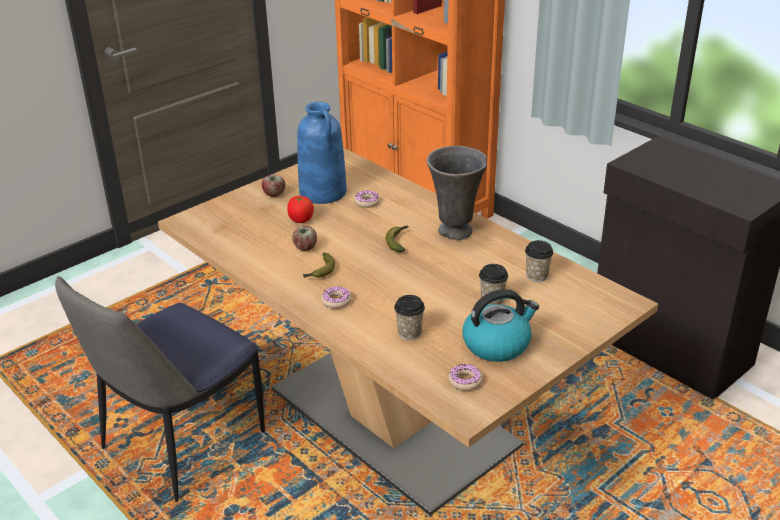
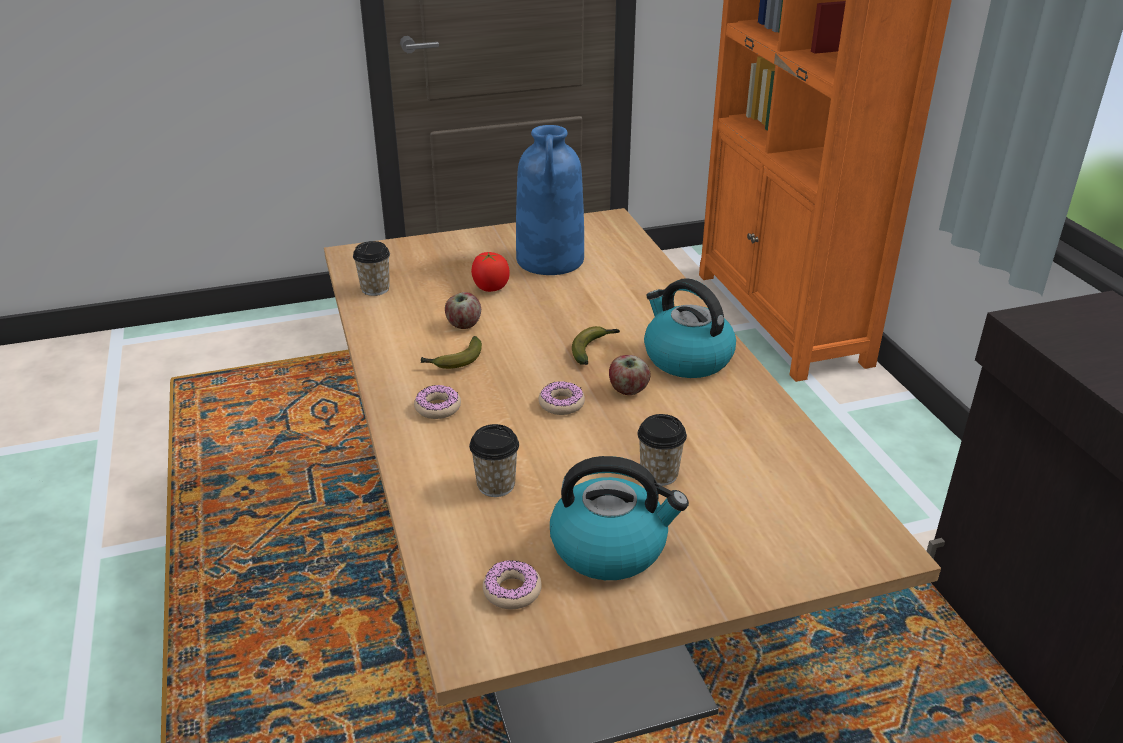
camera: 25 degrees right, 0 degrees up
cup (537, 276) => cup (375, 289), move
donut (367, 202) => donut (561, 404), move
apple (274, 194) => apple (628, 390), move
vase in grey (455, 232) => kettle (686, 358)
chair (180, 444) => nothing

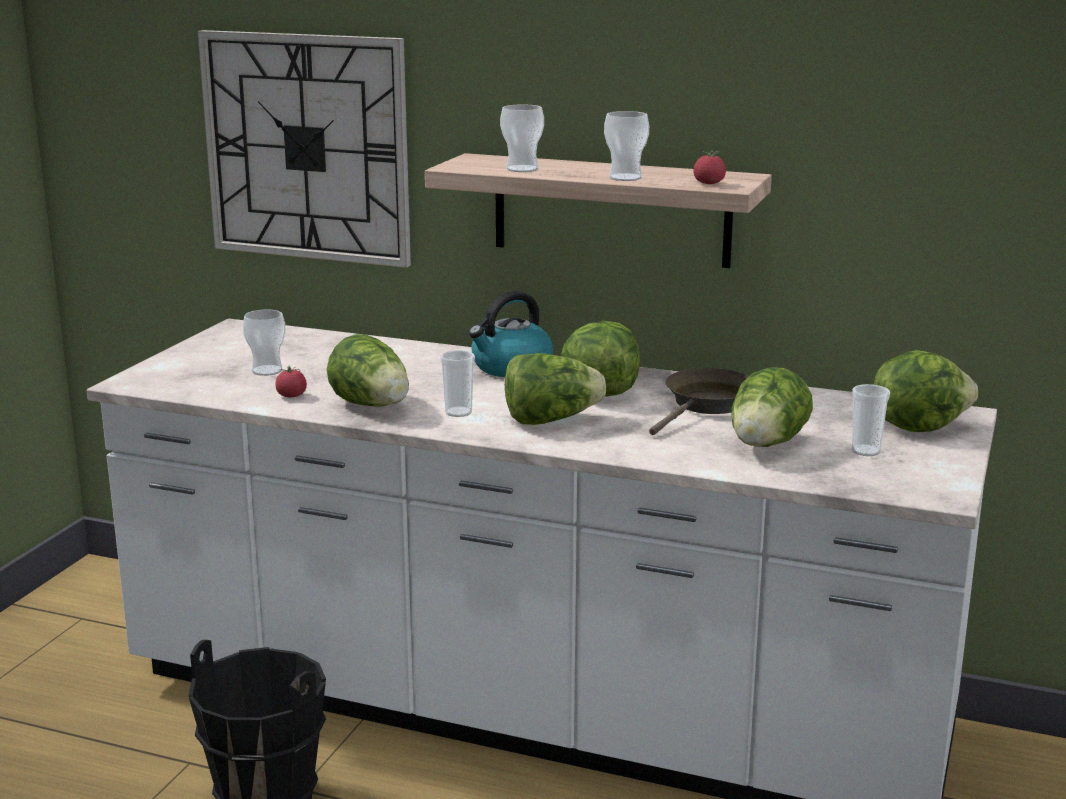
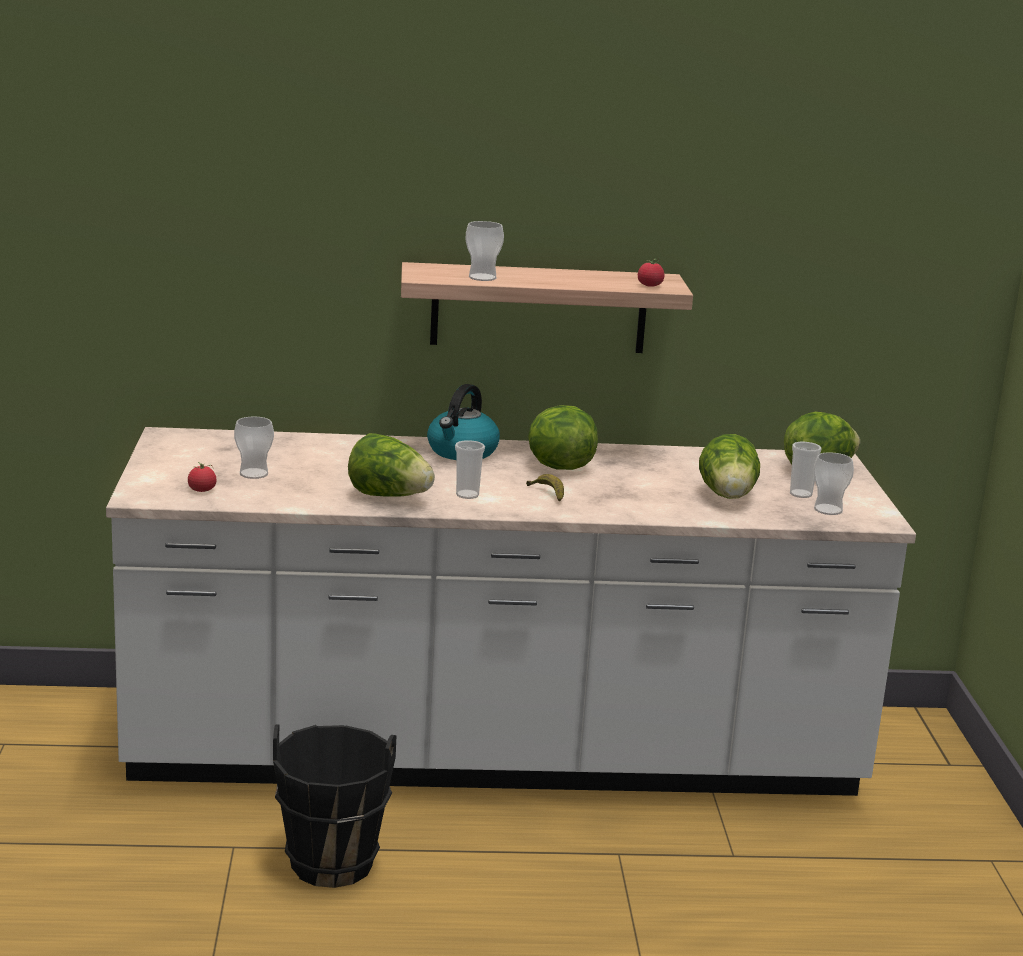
camera: 25 degrees left, 0 degrees up
tomato (291, 396) => tomato (202, 490), move
lettuce (550, 420) => banana (548, 494)
cup (625, 177) => cup (828, 510), move
wall clock (307, 147) => nothing
frying pan in brown (707, 405) => nothing

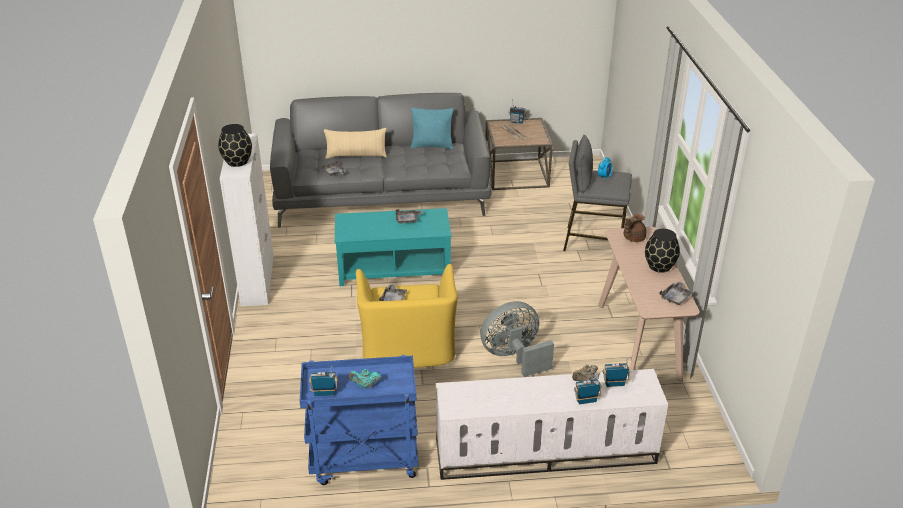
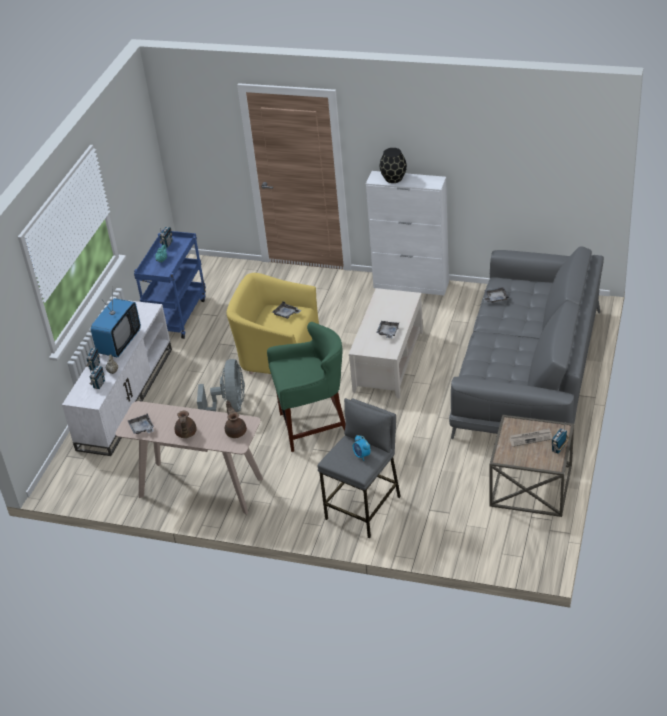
camera: 115 degrees right, 5 degrees up
nothing => television (119, 343)
vase in black (660, 266) => teapot in brown (186, 434)
nothing => stool in green (313, 426)
coffee table in turquoise (394, 268) => coffee table in beige (388, 361)
pillow in beige (356, 155) => nothing
pillow in turquoise (432, 146) => nothing

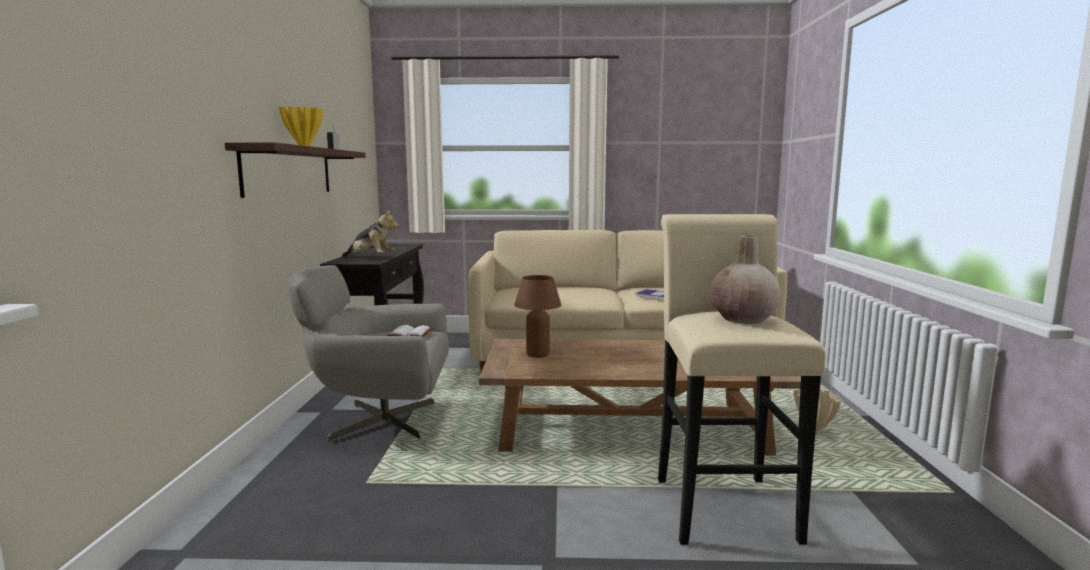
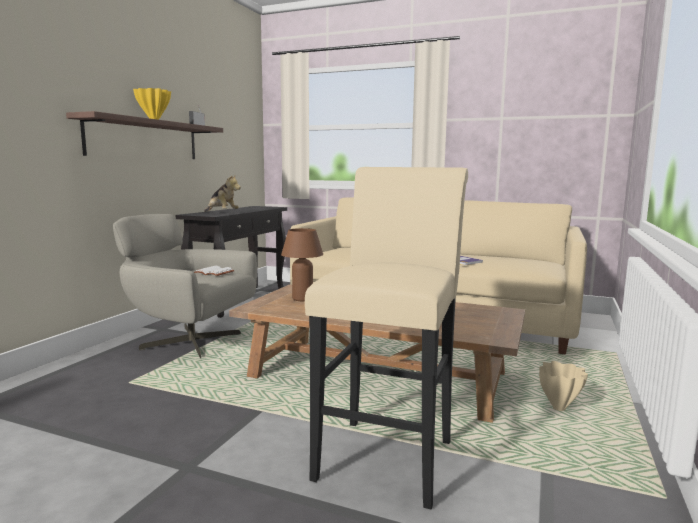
camera: 20 degrees right, 0 degrees up
vase in beige (743, 319) => nothing

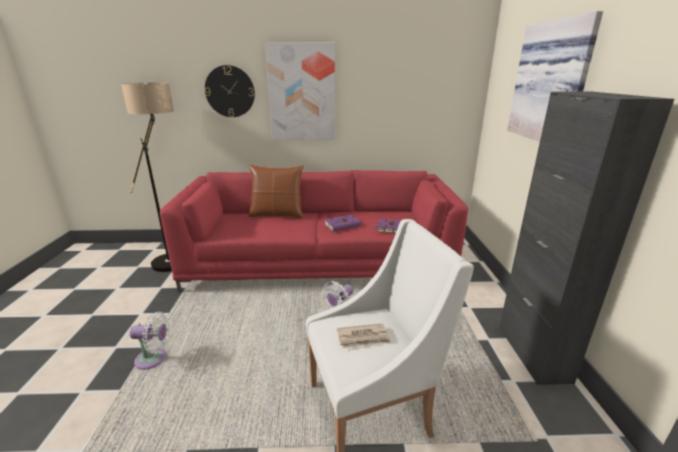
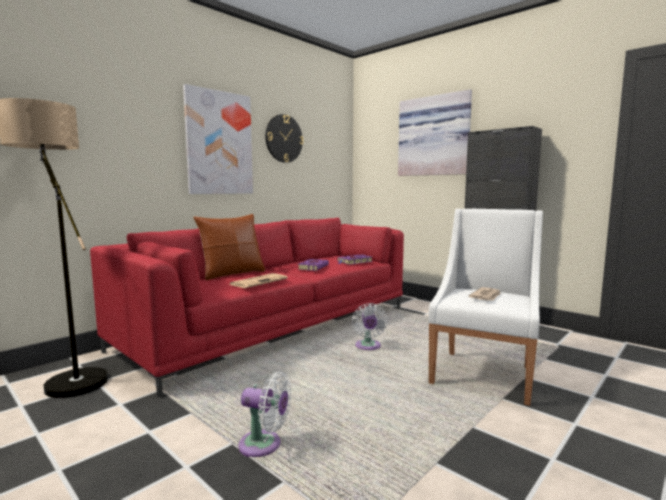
camera: 45 degrees left, 15 degrees down
nothing => newspaper (259, 281)
fan in white (154, 359) => fan in white (264, 445), 60 degrees clockwise
wall clock (230, 91) => wall clock (284, 138), move

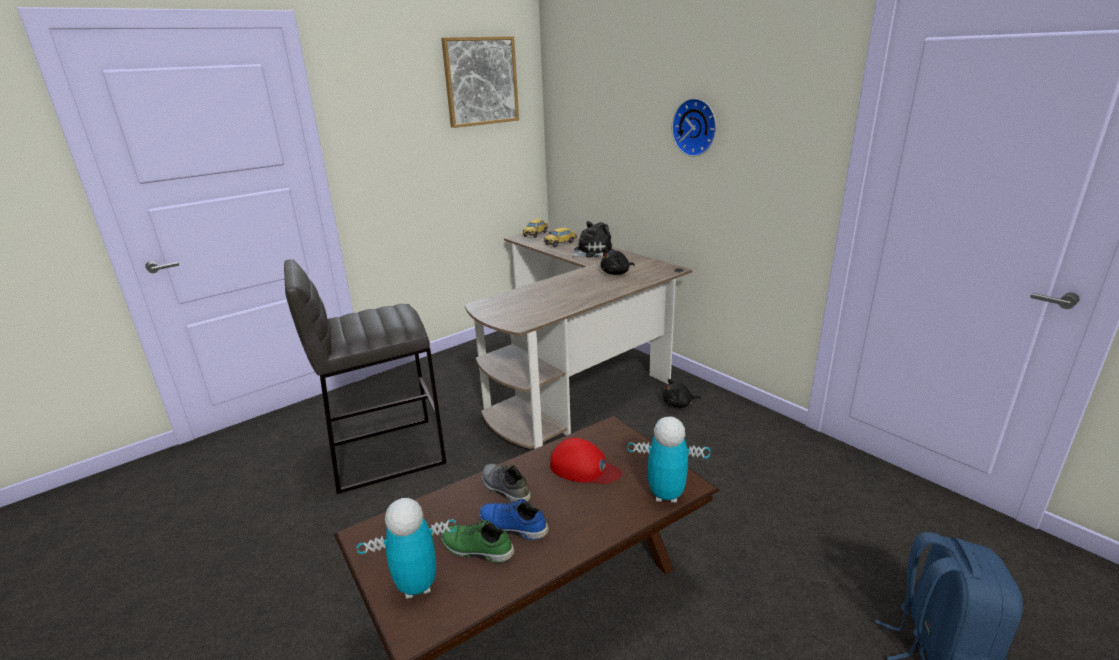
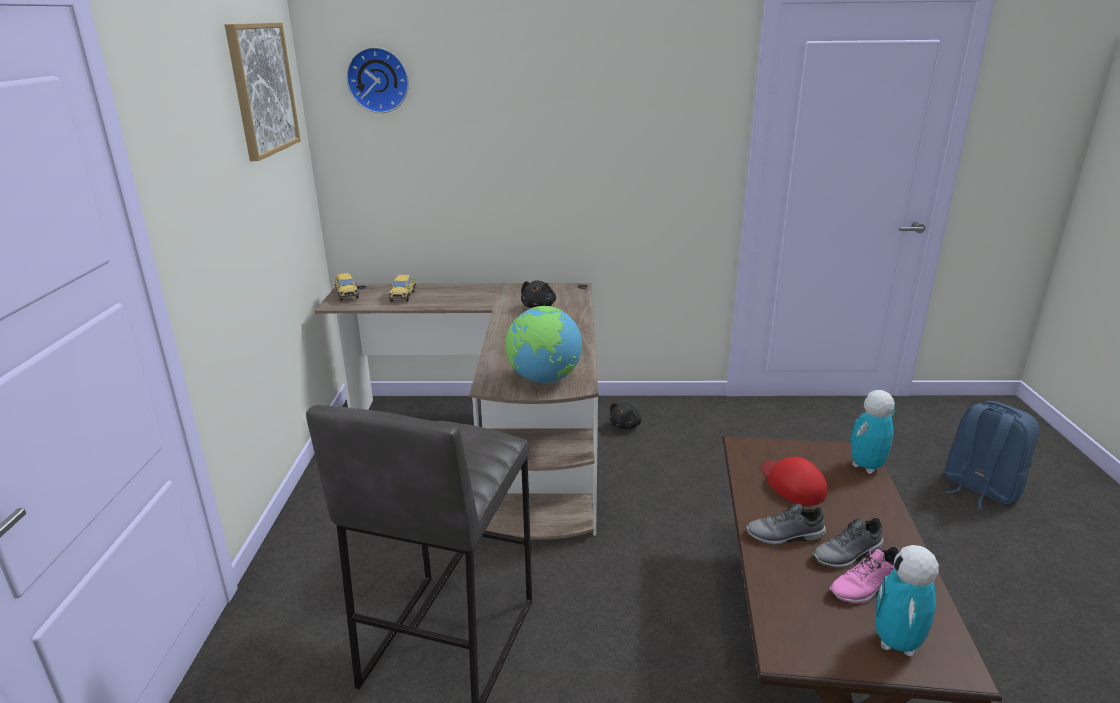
camera: 50 degrees left, 0 degrees up
wall clock (696, 127) => wall clock (378, 80), move
nothing => globe (544, 379)
cap in red (584, 468) => cap in red (792, 484), 90 degrees counterclockwise
shoe in blue (512, 527) => shoe in grey (848, 555)
shoe in green (476, 550) => shoe in pink (866, 587)
plush toy (591, 252) => nothing

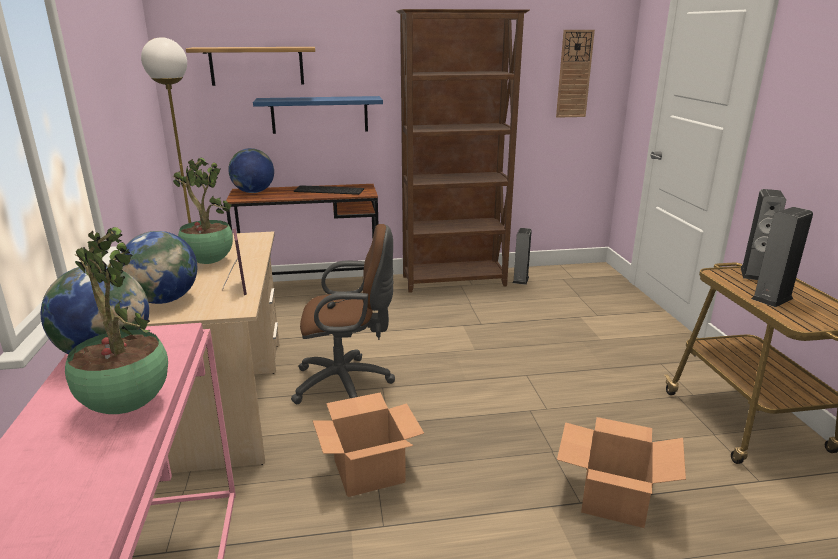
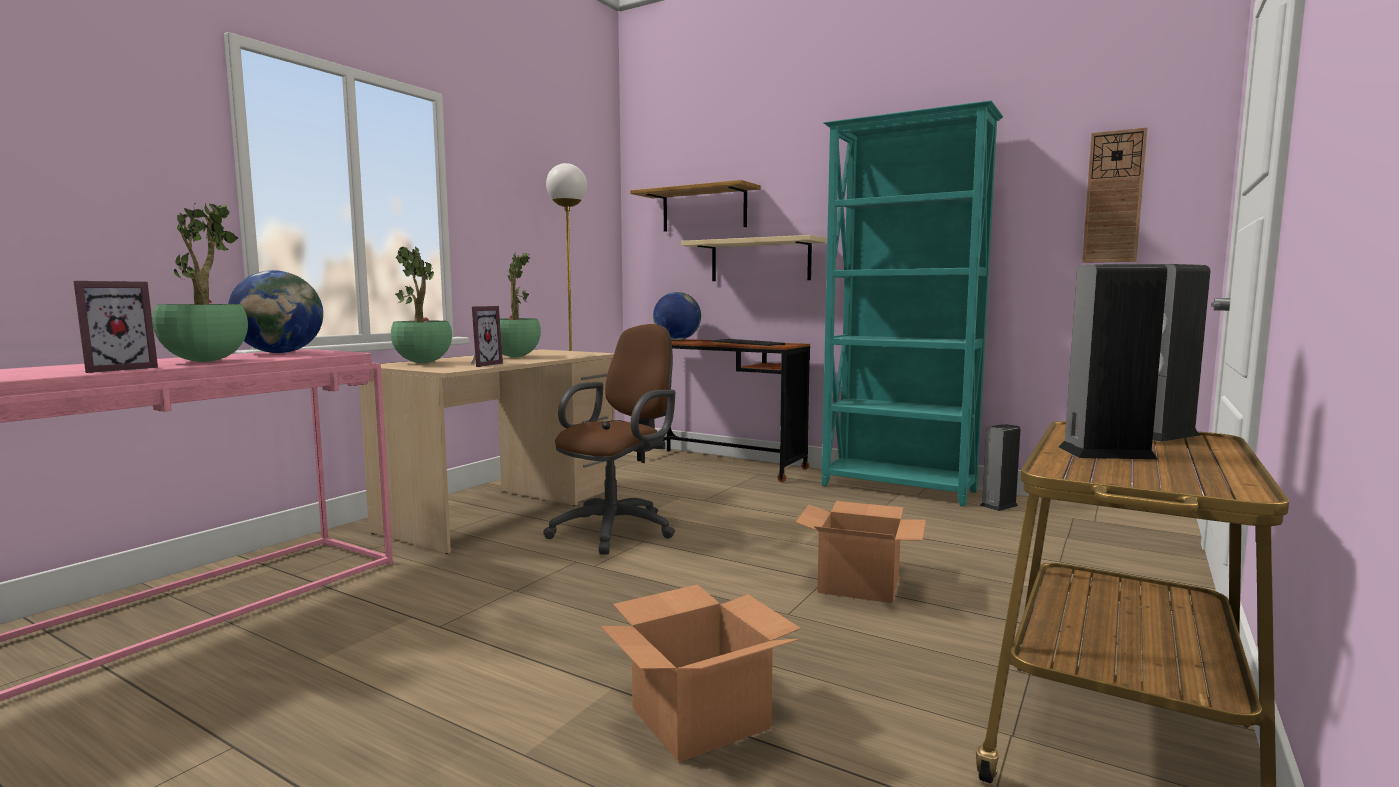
camera: 40 degrees right, 15 degrees down
nothing => picture frame (116, 369)
globe (164, 300) => potted plant (424, 363)
office chair in brown (347, 384) => office chair in brown (618, 529), 90 degrees counterclockwise
shelf in blue (319, 114) => shelf in beige (760, 260)
cardboard box (368, 472) => cardboard box (857, 585), move
bookcase in brown (455, 281) => bookcase in turquoise (898, 489)

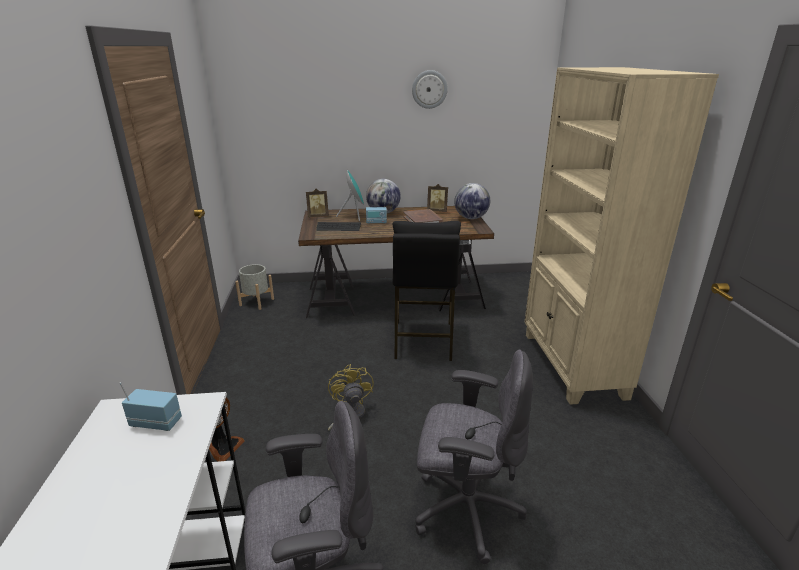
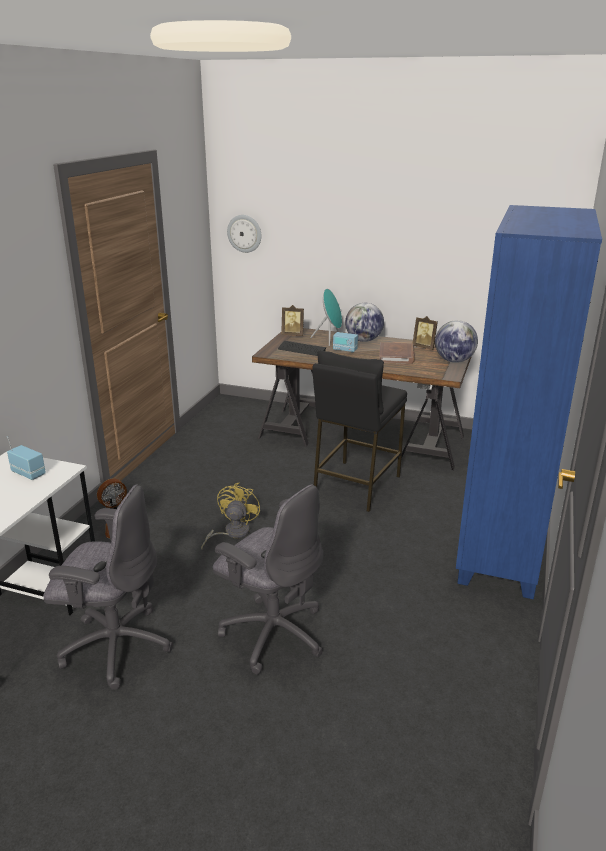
camera: 25 degrees right, 0 degrees up
wall clock (429, 89) => wall clock (244, 233), move
bookcase in beige (572, 365) => bookcase in blue (499, 549)
planter in grey (256, 302) => nothing

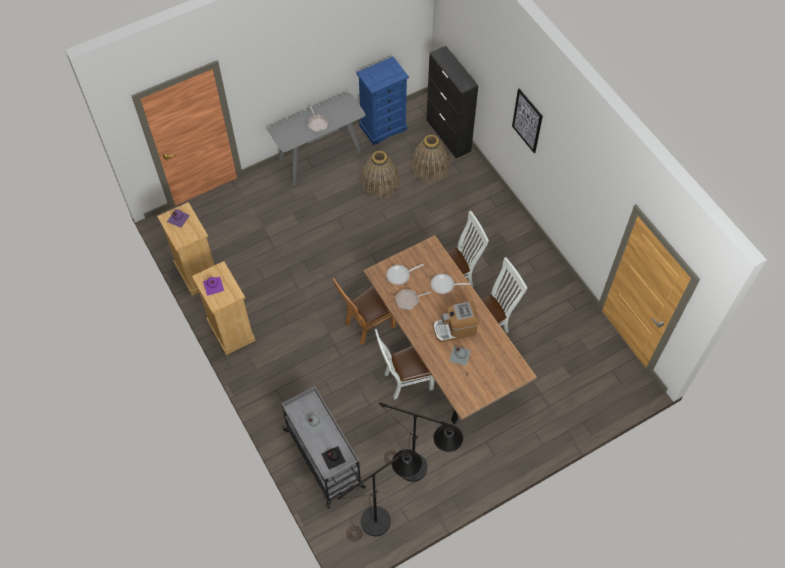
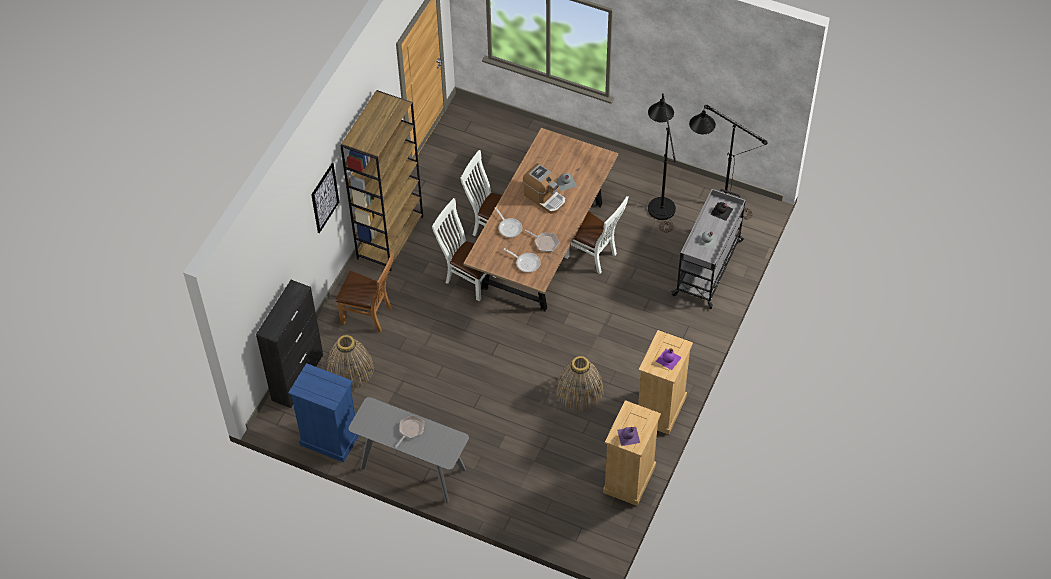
camera: 125 degrees left, 5 degrees down
chair in brown (367, 325) => chair in brown (370, 315), move
nothing => bookcase in brown (390, 237)
basket (379, 182) => basket (579, 390), move

